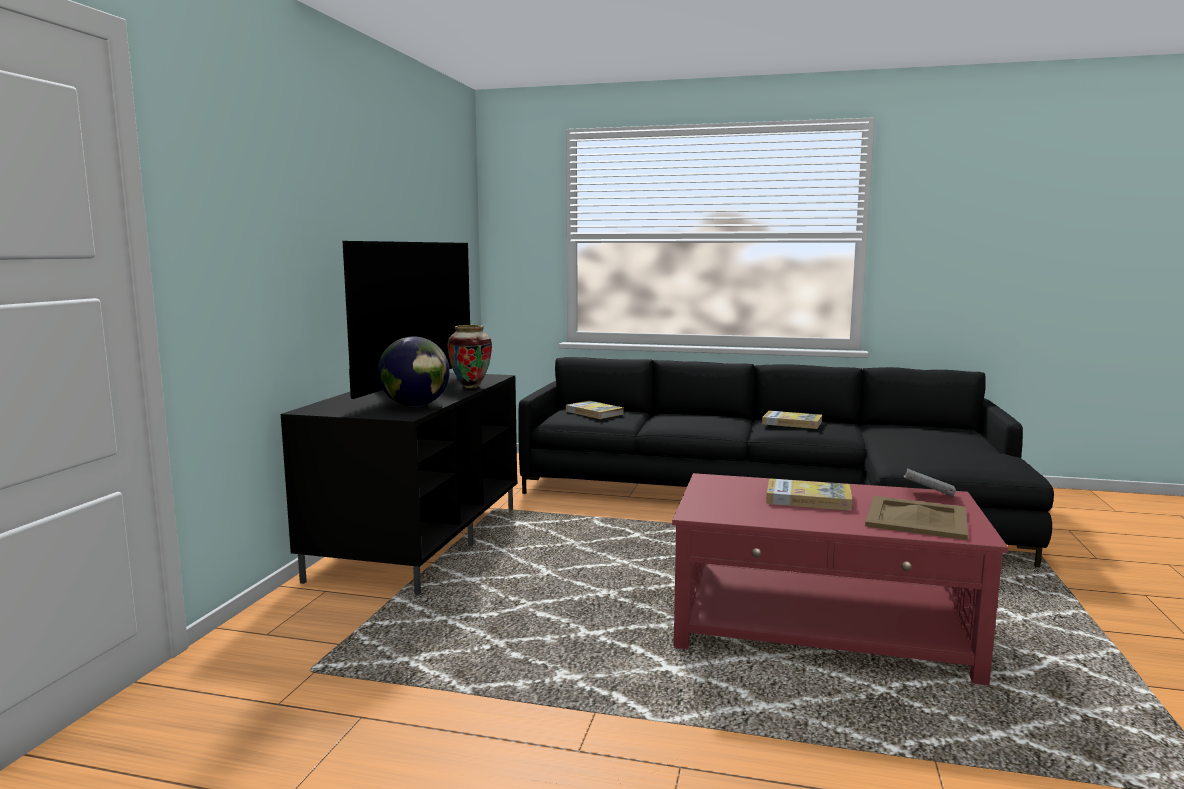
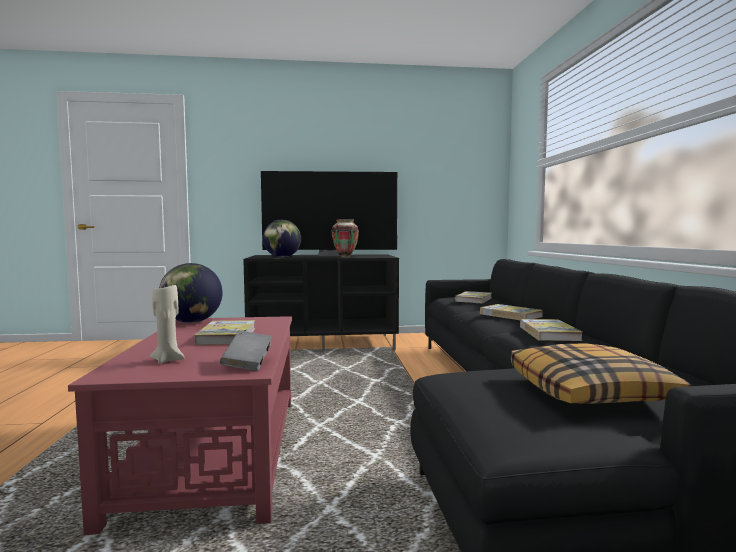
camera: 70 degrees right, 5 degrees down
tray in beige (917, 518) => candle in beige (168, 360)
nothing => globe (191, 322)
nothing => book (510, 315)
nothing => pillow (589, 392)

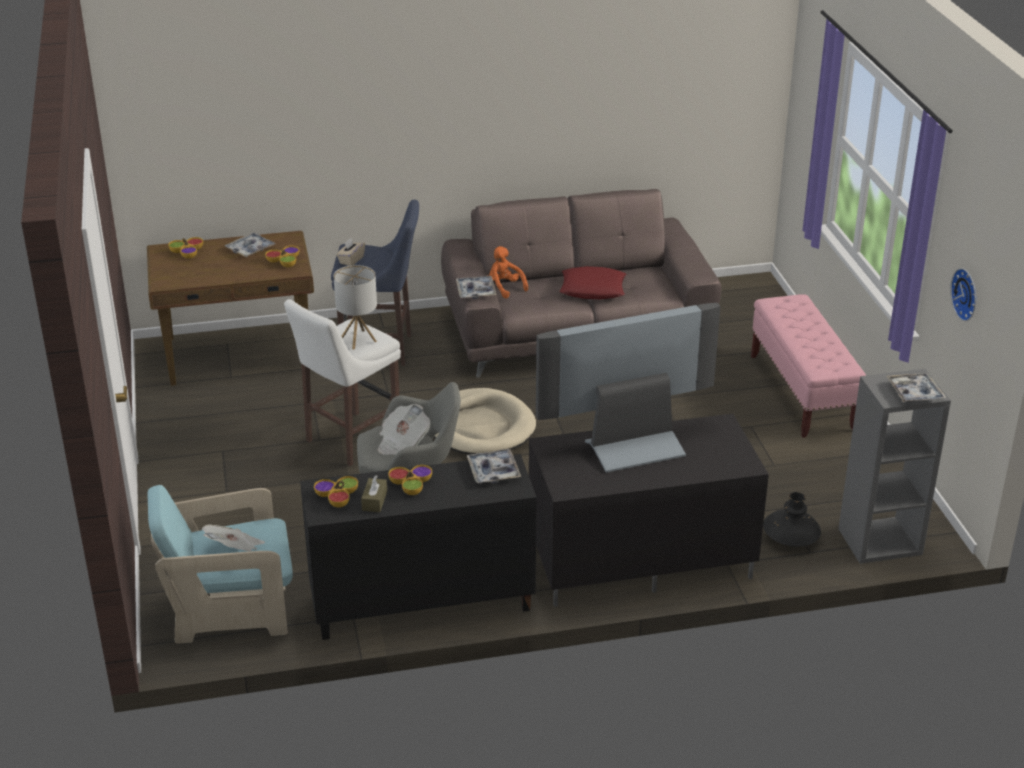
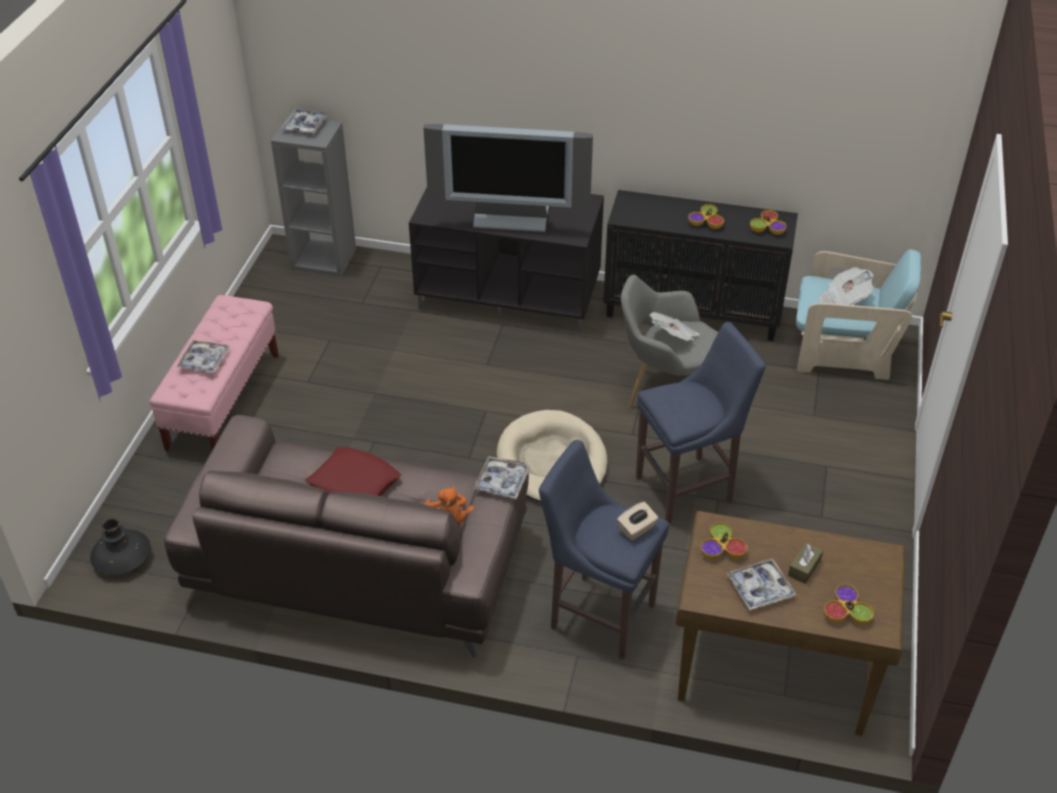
camera: 155 degrees left, 10 degrees up
vase in black (791, 537) => vase in black (122, 559), move
tray (493, 471) => tray (204, 360), move
stool in white (349, 440) => stool in blue (688, 488)
tissue box in brown (374, 501) => tissue box in brown (804, 568), move
table lamp (358, 339) => nothing
wall clock (967, 294) => nothing

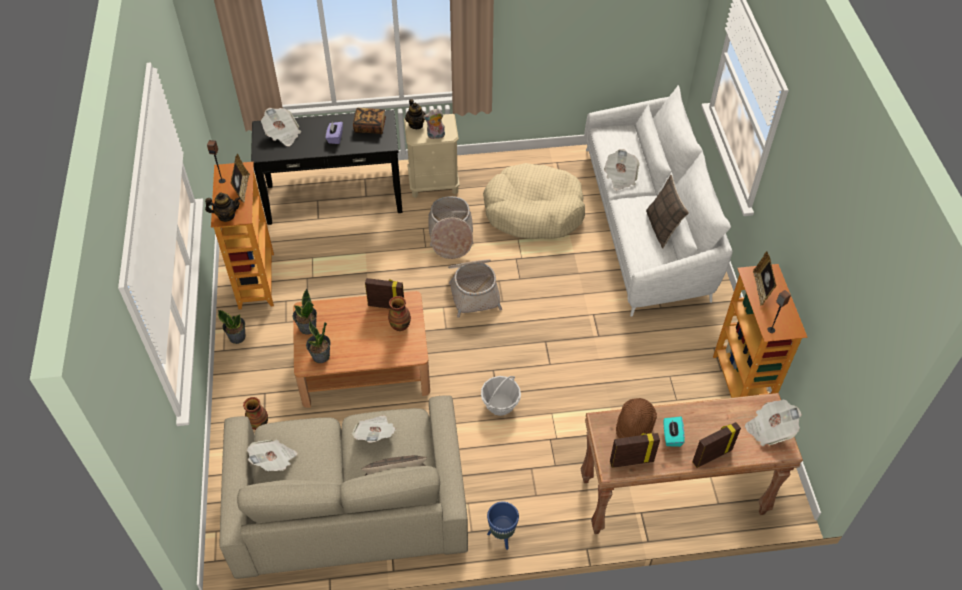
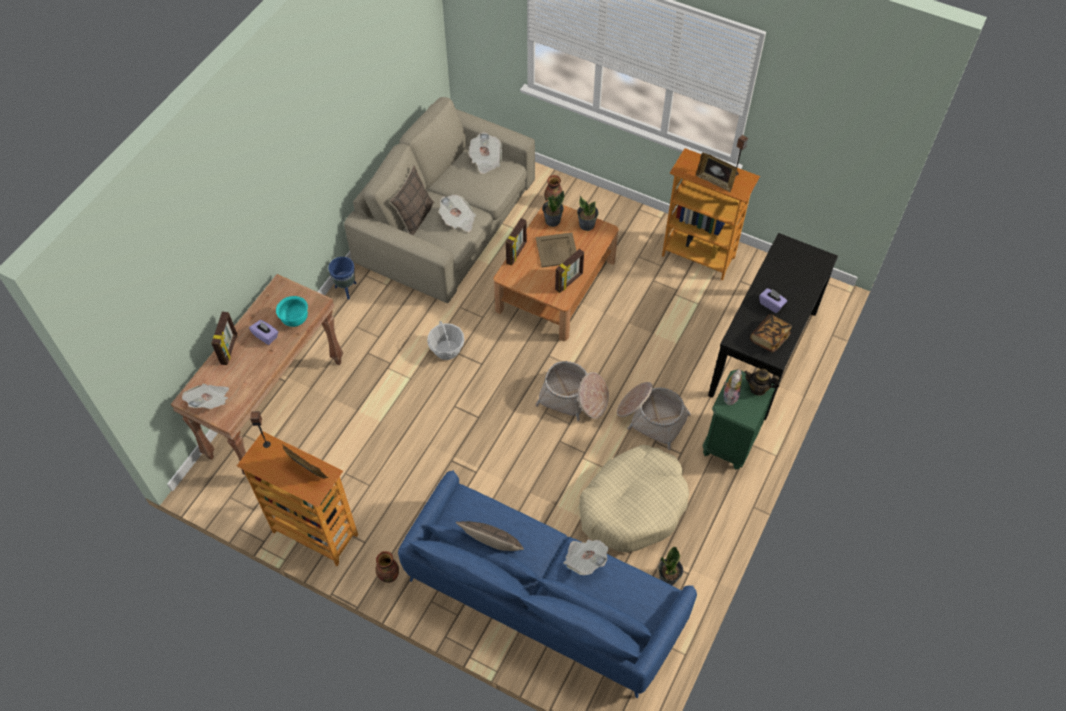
camera: 125 degrees right, 5 degrees up
tissue box in turquoise (671, 436) => tissue box in purple (266, 336)
hat in brown (634, 426) => bowl in turquoise (295, 319)
vase (400, 325) => vase (389, 575), move
sofa in white (647, 224) => sofa in blue (542, 598)
picture frame (631, 461) => picture frame (517, 253), move
nothing => tray in beige (556, 250)
potted plant (237, 337) => potted plant (668, 577), move
nightstand in beige (434, 184) => nightstand in green (730, 442)
teapot (226, 216) => nothing
newspaper (282, 134) => nothing

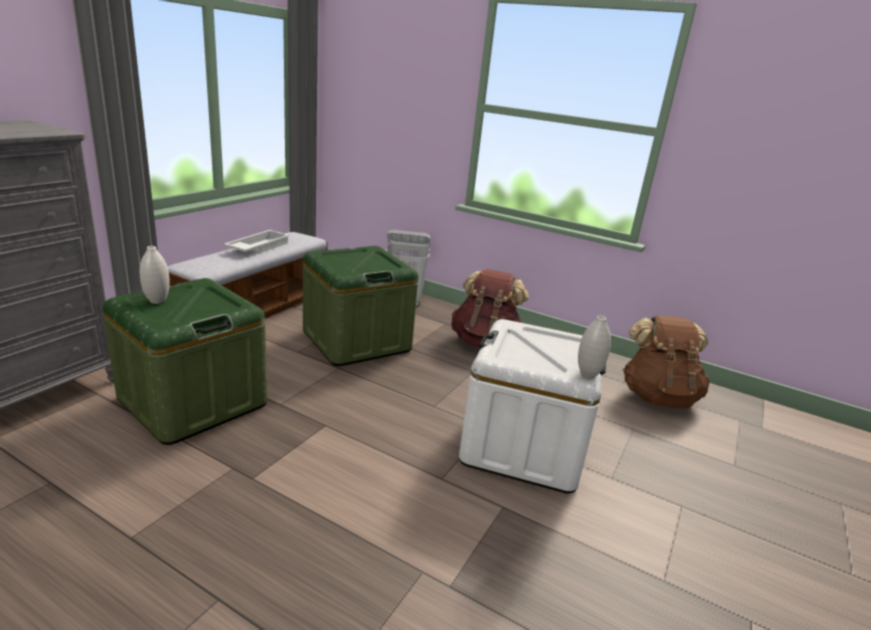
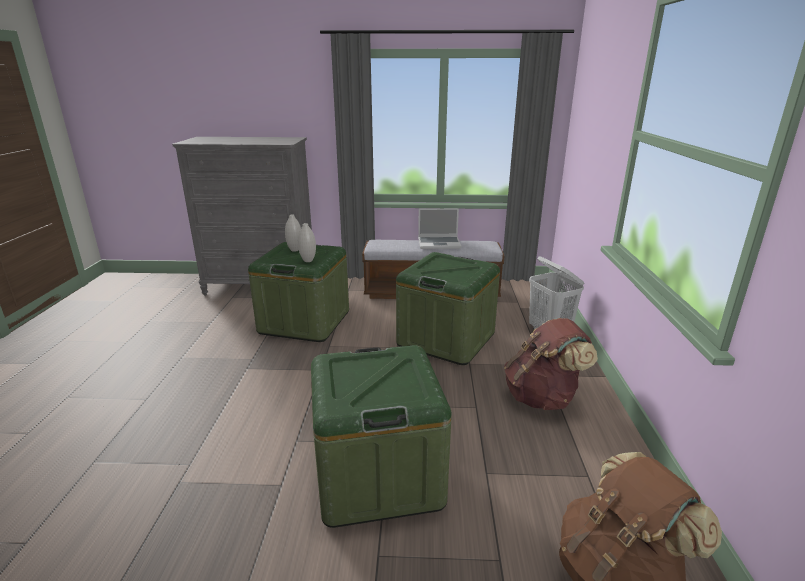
camera: 65 degrees right, 0 degrees up
vase in white (588, 375) => vase in white (308, 260), move
storage box in white (523, 447) => storage box in green (378, 474)
tray in white (258, 247) => laptop (439, 243)

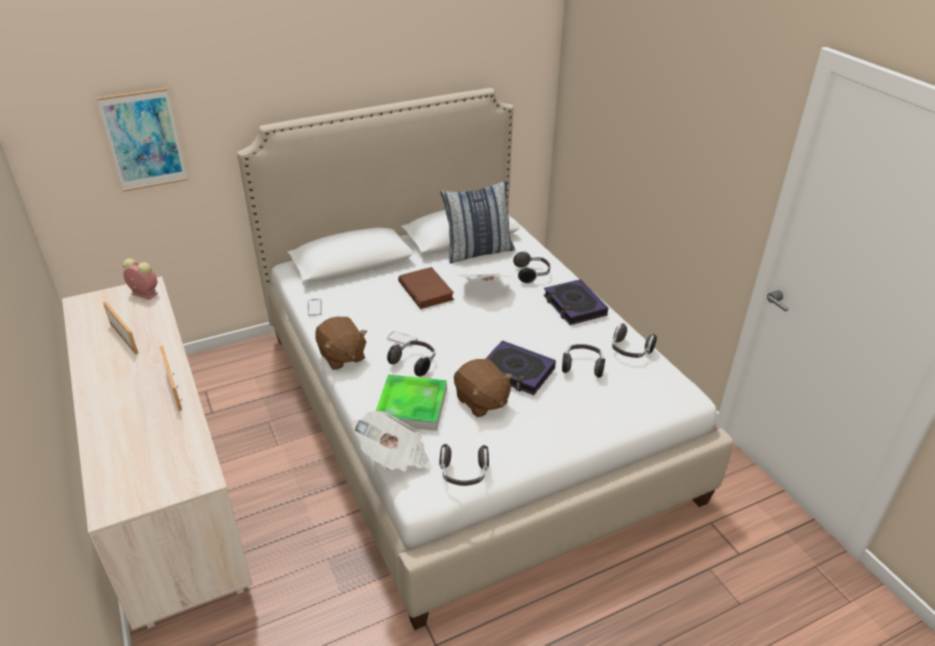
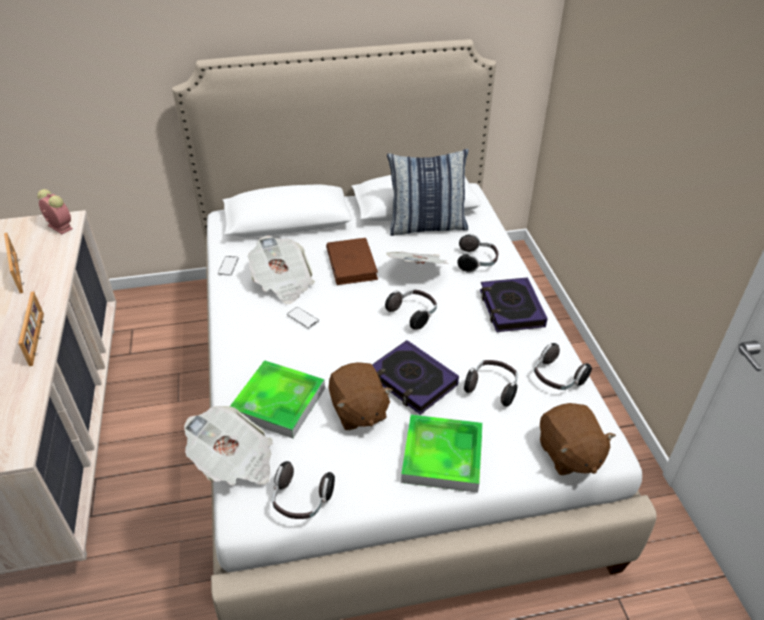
camera: 15 degrees right, 5 degrees up
nothing => newspaper (283, 283)
headphones (414, 363) => headphones (413, 314), move
nothing => tray (442, 456)
plush toy in brown (341, 356) => plush toy in brown (568, 454), move
picture (144, 140) => nothing

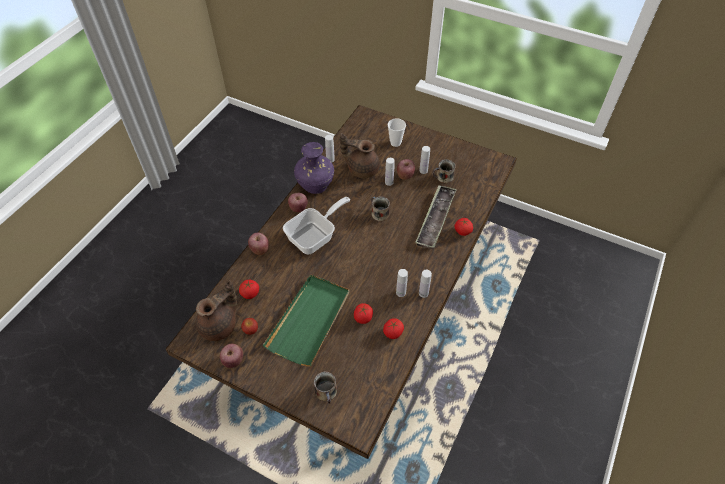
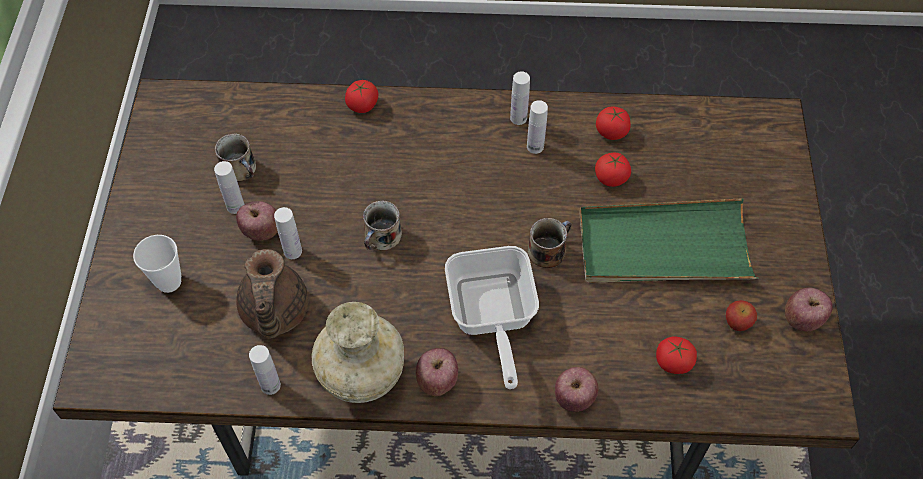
camera: 115 degrees left, 5 degrees up
vase in purple (315, 186) => vase in beige (363, 377)
frying pan (315, 236) => frying pan (491, 317), 120 degrees counterclockwise
mug (326, 392) => mug (548, 250), move
teapot in brown (220, 325) => nothing
tray (435, 219) => nothing

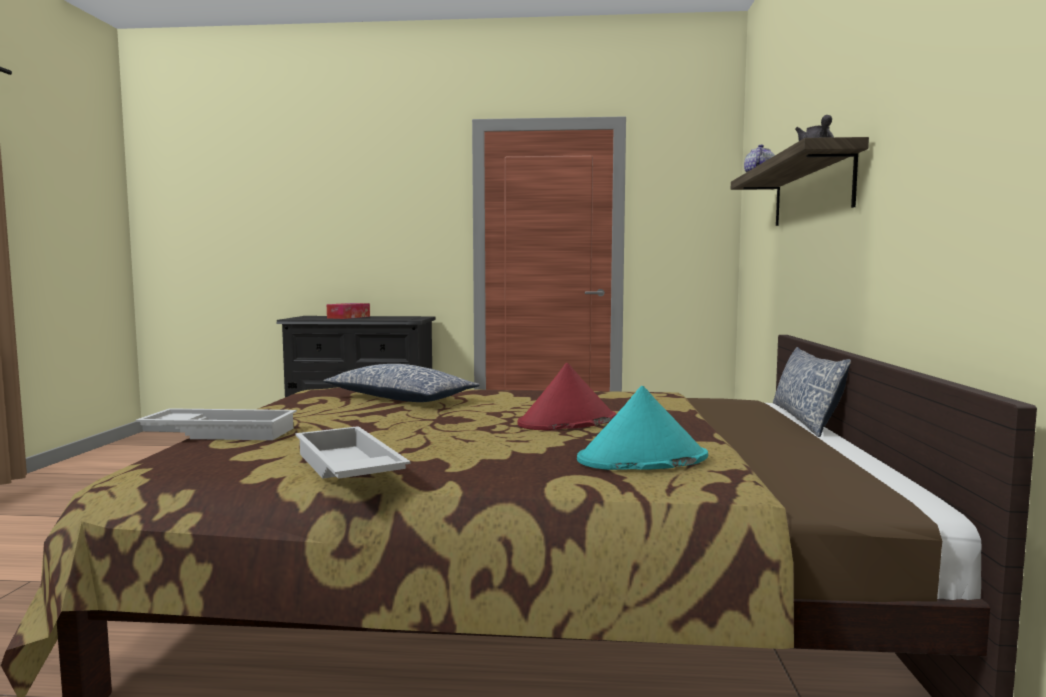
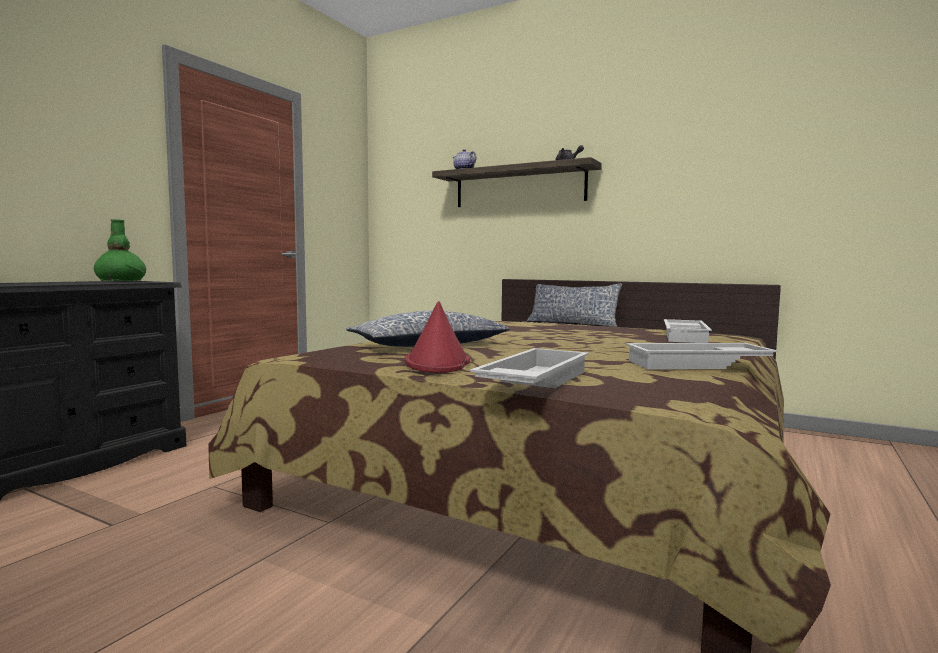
camera: 65 degrees left, 0 degrees up
nothing => vase in green (120, 281)
hat in red (567, 422) => hat in red (437, 362), move
hat in turquoise (642, 459) => tray in white (686, 337)
tissue box (348, 317) => nothing

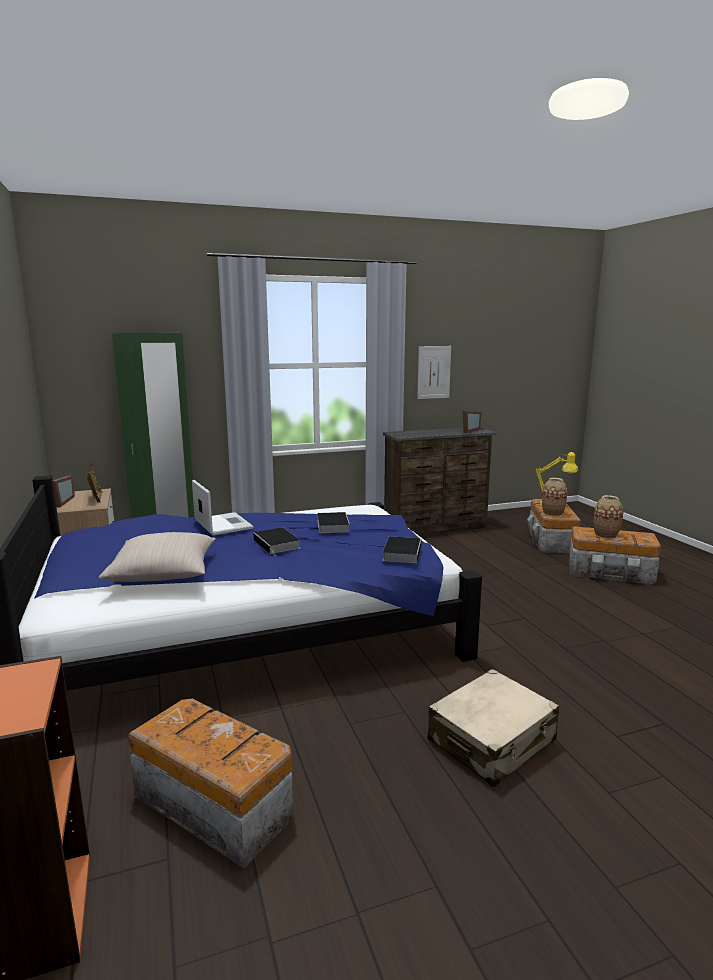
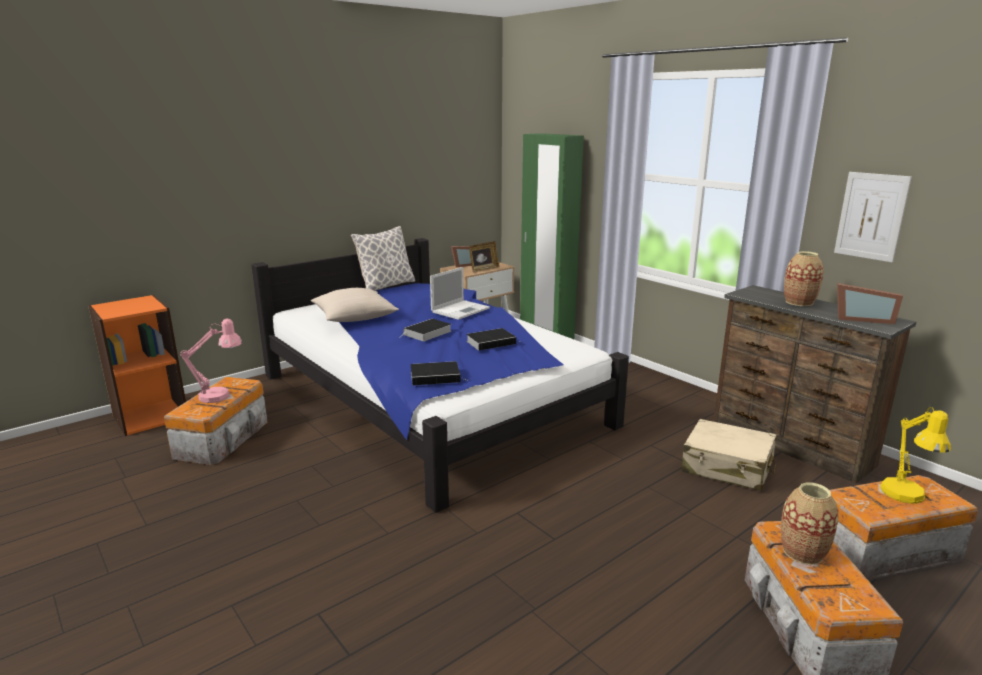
camera: 70 degrees right, 5 degrees up
nothing => table lamp in pink (221, 395)
nothing => pillow (386, 286)
suitcase in beige (492, 741) => suitcase in beige (727, 467), move
vase (552, 513) => vase (799, 302), move

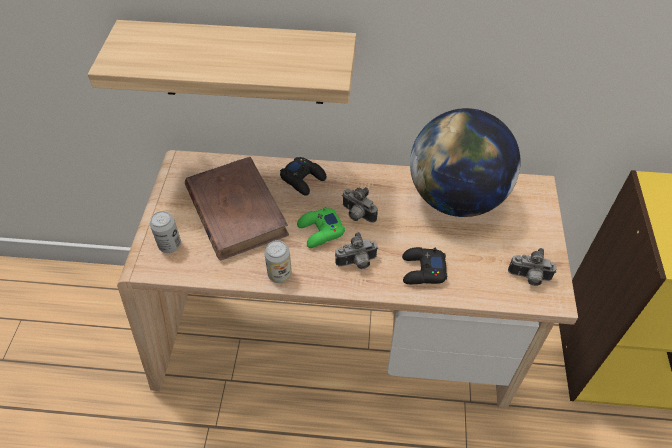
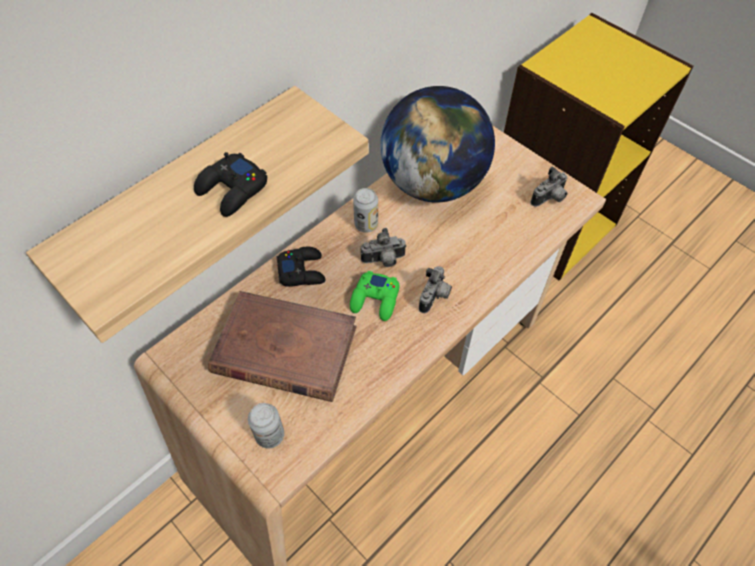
camera: 50 degrees left, 5 degrees up
game controller in black (422, 270) => game controller in black (232, 190), move
can (279, 274) => can (366, 224), move

